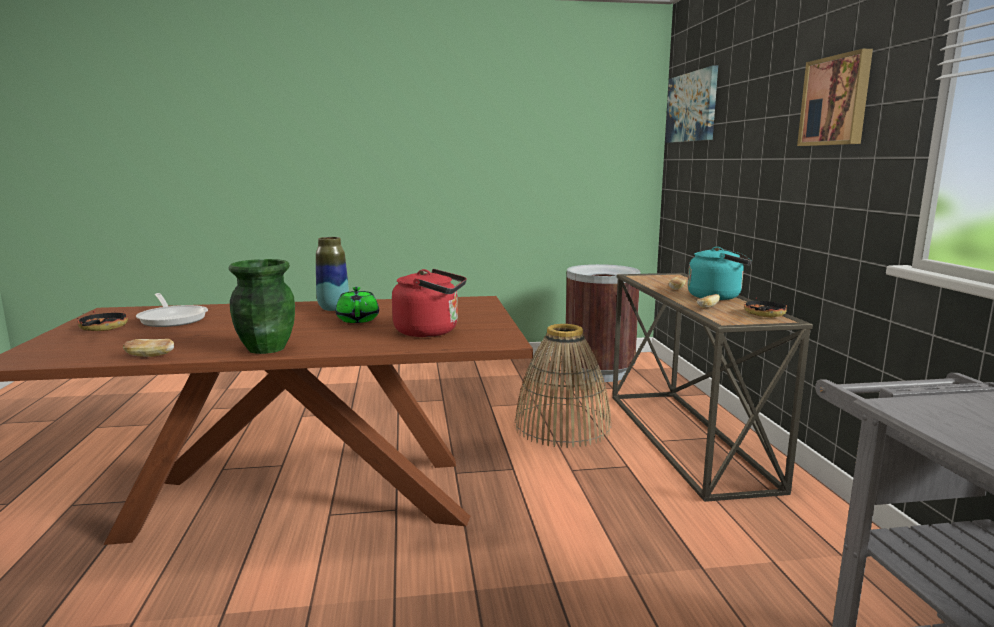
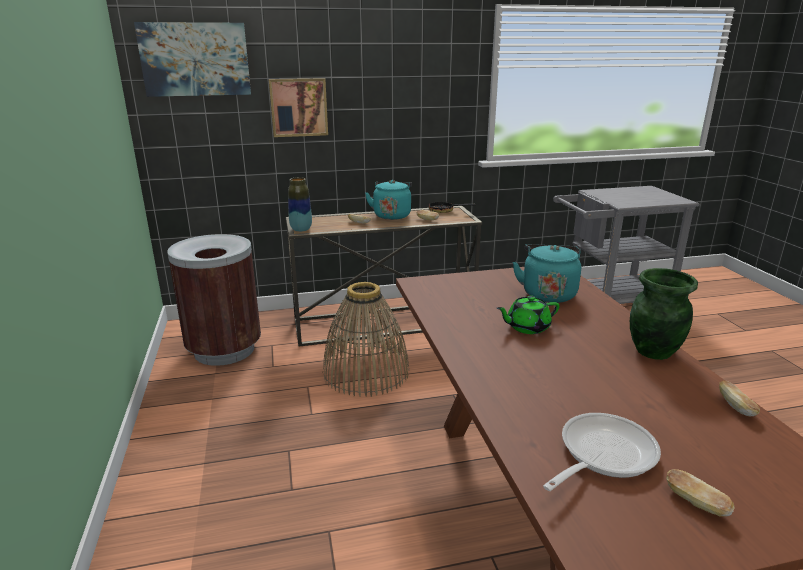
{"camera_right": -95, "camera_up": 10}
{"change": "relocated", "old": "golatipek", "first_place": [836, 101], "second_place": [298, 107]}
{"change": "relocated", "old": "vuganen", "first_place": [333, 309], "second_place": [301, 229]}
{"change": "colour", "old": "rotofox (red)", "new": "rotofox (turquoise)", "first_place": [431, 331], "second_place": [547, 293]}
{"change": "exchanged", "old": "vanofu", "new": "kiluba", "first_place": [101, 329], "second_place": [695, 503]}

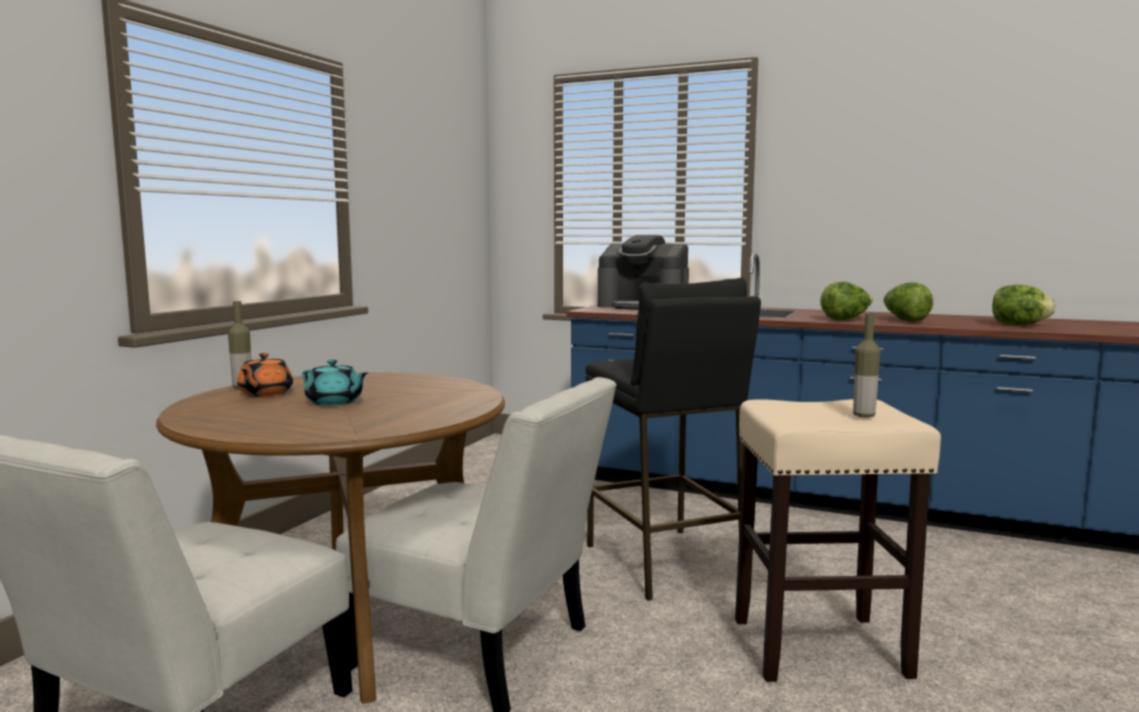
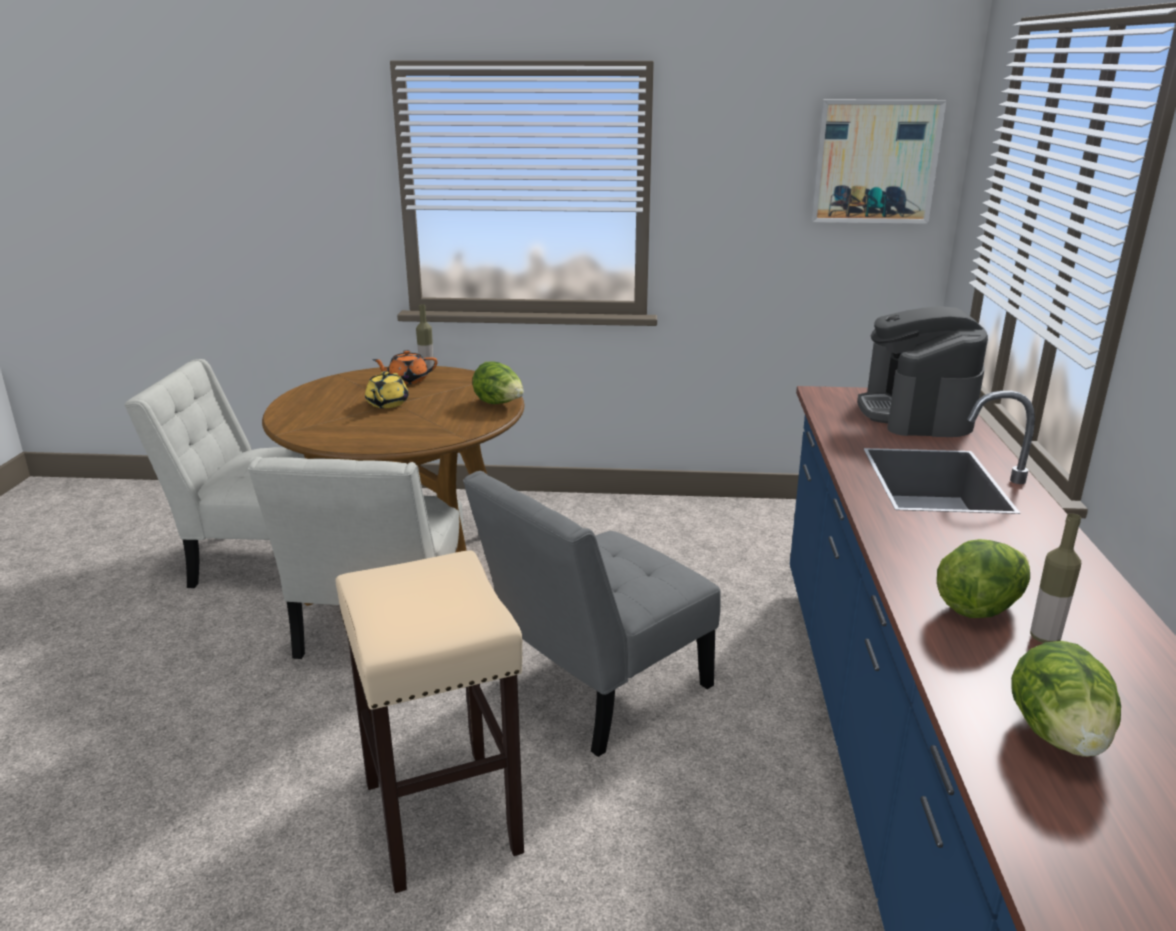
{"camera_right": 70, "camera_up": 15}
{"change": "exchanged", "old": "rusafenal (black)", "new": "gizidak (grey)", "first_place": [664, 563], "second_place": [595, 688]}
{"change": "relocated", "old": "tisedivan", "first_place": [845, 319], "second_place": [499, 404]}
{"change": "relocated", "old": "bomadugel", "first_place": [863, 416], "second_place": [1044, 637]}
{"change": "colour", "old": "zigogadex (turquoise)", "new": "zigogadex (yellow)", "first_place": [335, 402], "second_place": [387, 404]}
{"change": "appeared", "new": "golatipek", "second_place": [875, 162]}

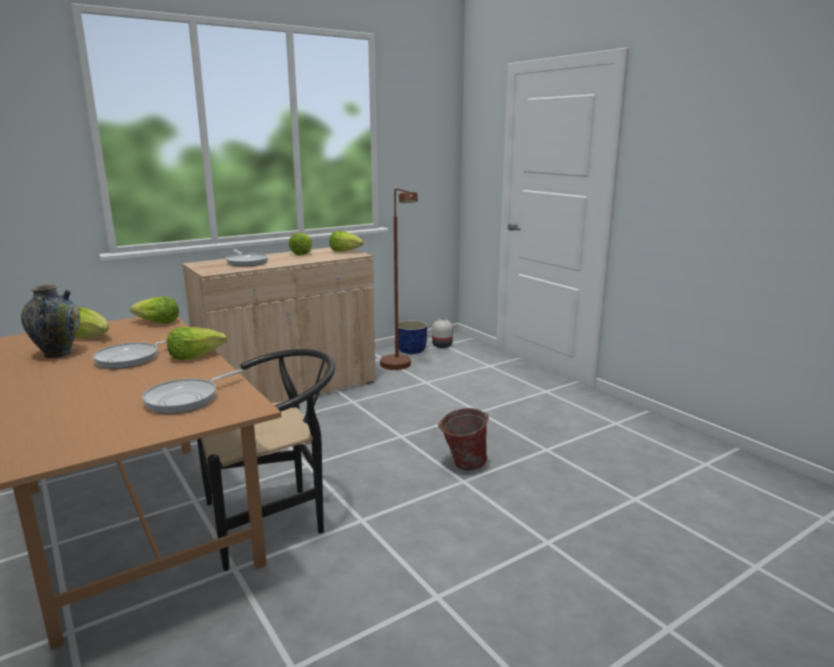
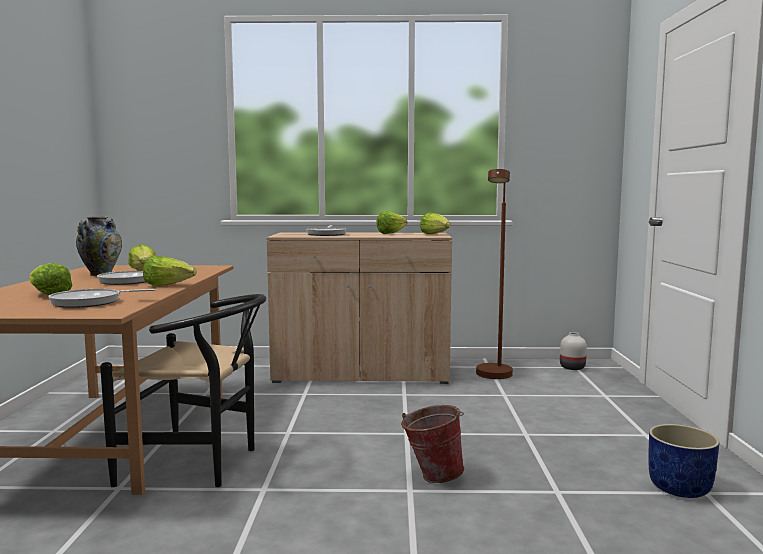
{"camera_right": 35, "camera_up": -10}
{"change": "relocated", "old": "tisedivan", "first_place": [157, 323], "second_place": [49, 294]}
{"change": "relocated", "old": "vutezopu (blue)", "first_place": [412, 350], "second_place": [680, 488]}

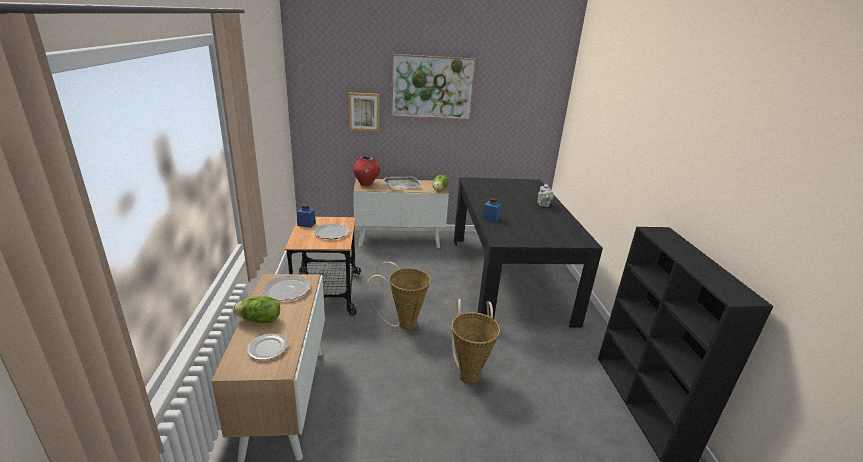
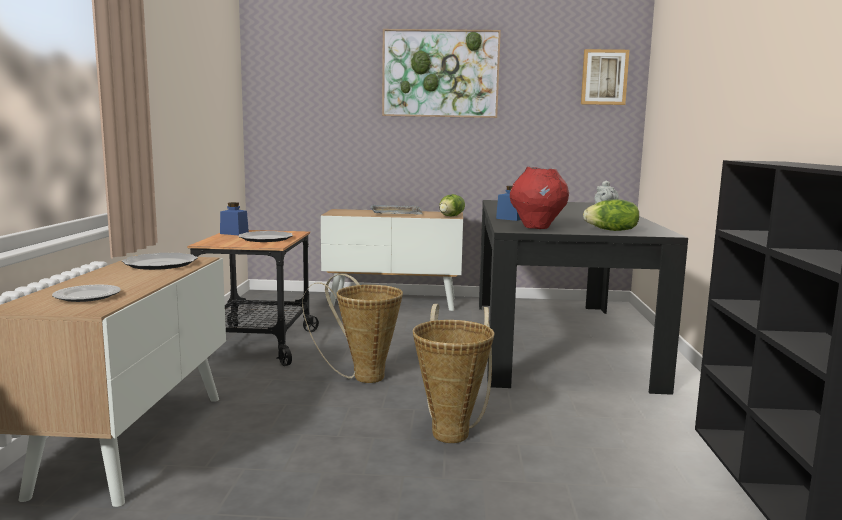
{"camera_right": 10, "camera_up": -15}
{"change": "relocated", "old": "golatipek", "first_place": [364, 111], "second_place": [604, 77]}
{"change": "relocated", "old": "vuganen (red)", "first_place": [366, 184], "second_place": [537, 227]}
{"change": "relocated", "old": "tisedivan", "first_place": [259, 320], "second_place": [612, 230]}

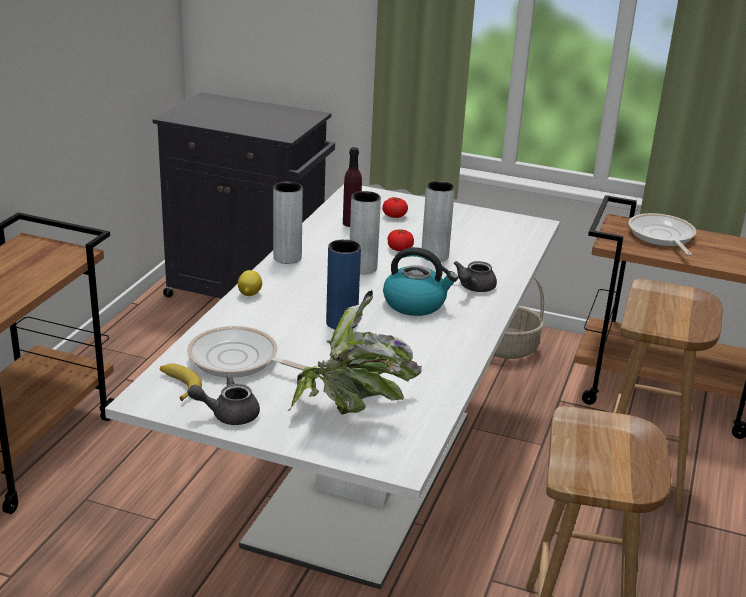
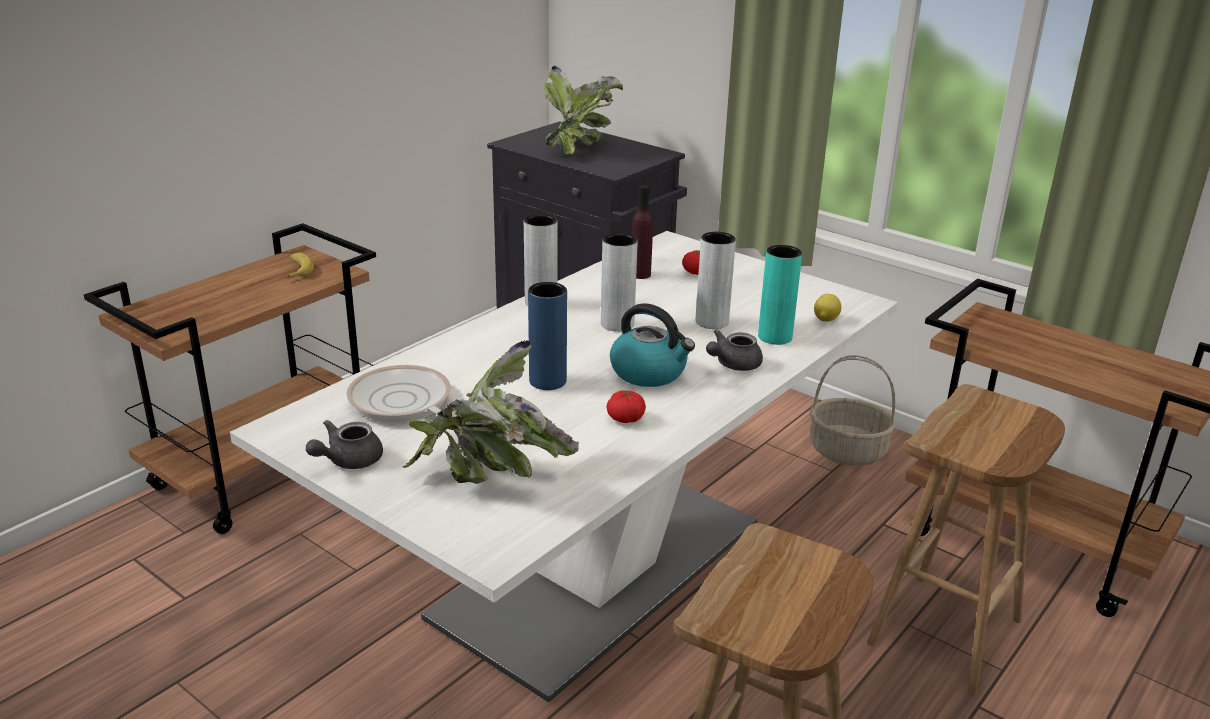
{"camera_right": 20, "camera_up": 0}
{"change": "missing", "old": "vanofu", "first_place": [661, 236]}
{"change": "relocated", "old": "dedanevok", "first_place": [400, 249], "second_place": [625, 419]}
{"change": "relocated", "old": "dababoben", "first_place": [249, 294], "second_place": [825, 320]}
{"change": "relocated", "old": "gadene", "first_place": [178, 385], "second_place": [298, 270]}
{"change": "spun", "old": "zigogadex (grey)", "first_place": [228, 414], "second_place": [347, 461], "degrees": -60}
{"change": "appeared", "new": "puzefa", "second_place": [579, 148]}
{"change": "appeared", "new": "vuganen (turquoise)", "second_place": [775, 337]}

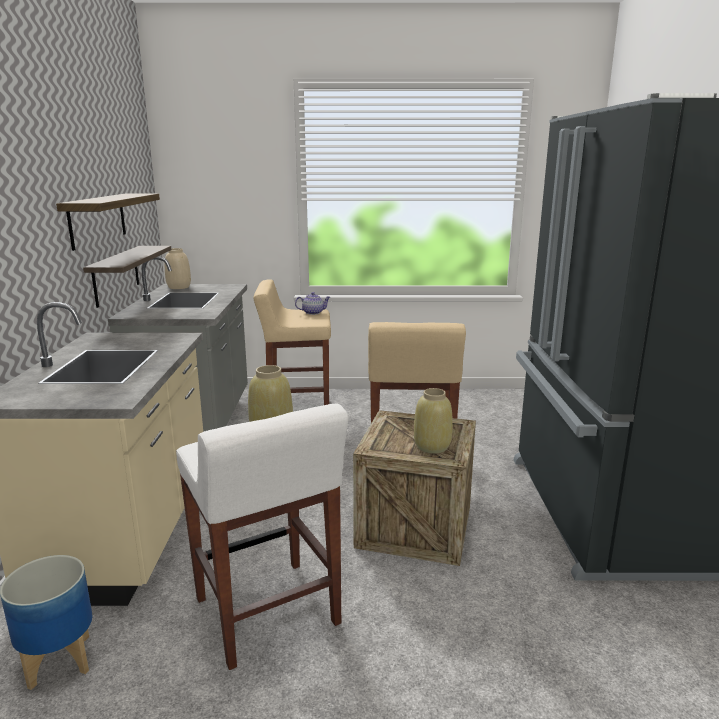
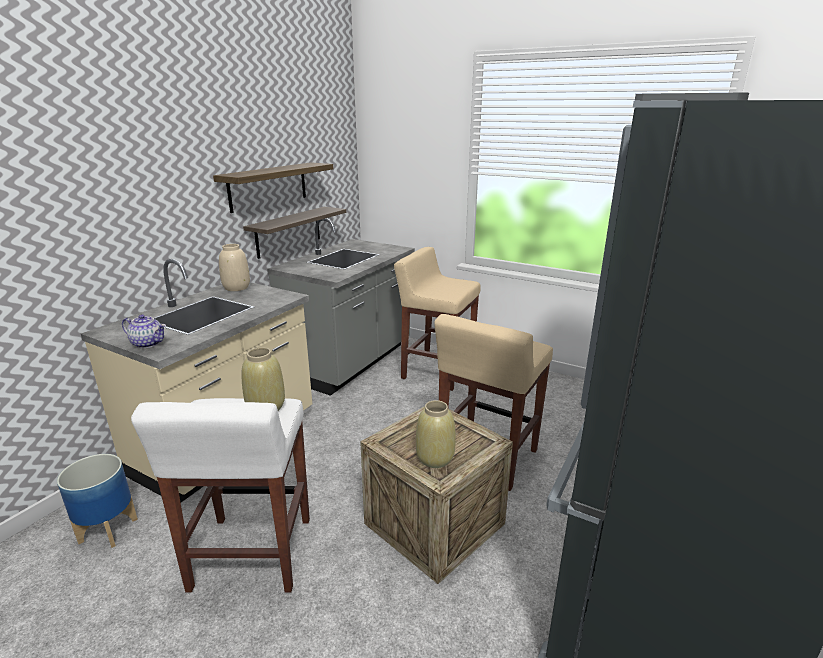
{"camera_right": 30, "camera_up": 5}
{"change": "relocated", "old": "vuganen (beige)", "first_place": [178, 287], "second_place": [236, 288]}
{"change": "relocated", "old": "zigogadex", "first_place": [313, 312], "second_place": [148, 343]}

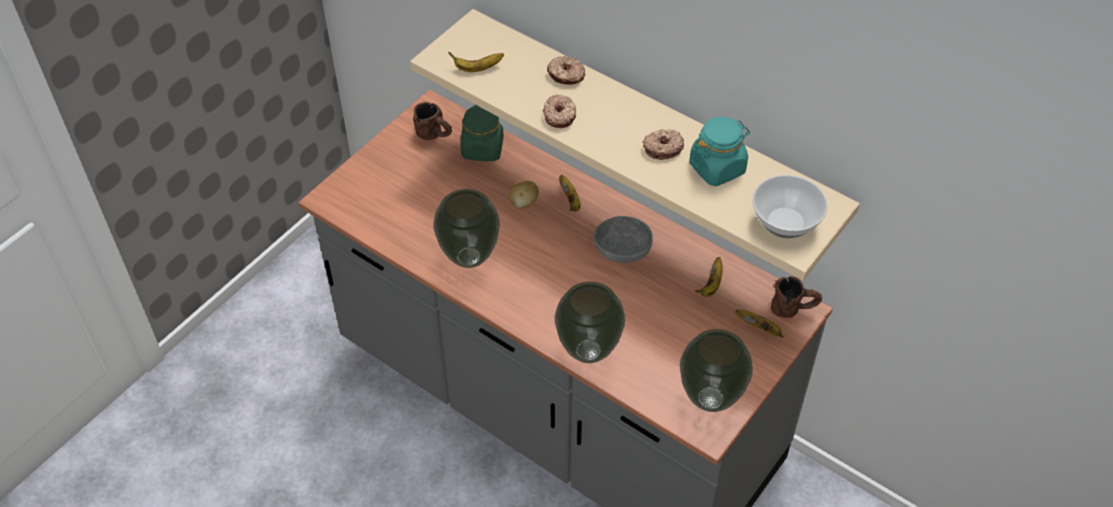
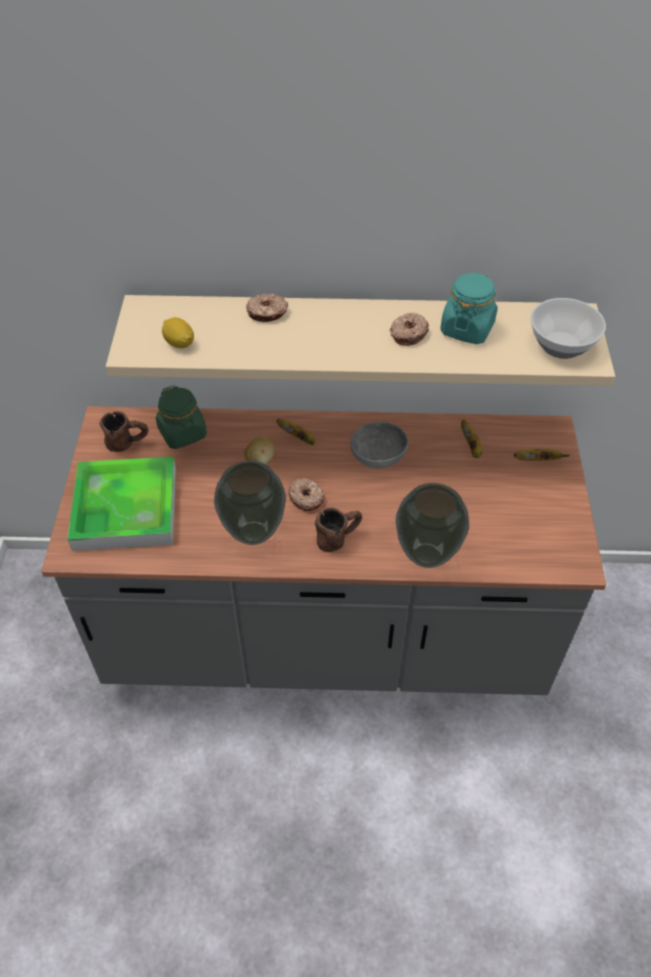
{"camera_right": -35, "camera_up": 0}
{"change": "exchanged", "old": "gadene", "new": "dababoben", "first_place": [477, 68], "second_place": [179, 343]}
{"change": "relocated", "old": "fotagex", "first_place": [560, 116], "second_place": [306, 498]}
{"change": "relocated", "old": "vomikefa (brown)", "first_place": [794, 309], "second_place": [339, 537]}
{"change": "missing", "old": "vuganen", "first_place": [711, 398]}
{"change": "appeared", "new": "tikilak", "second_place": [126, 508]}

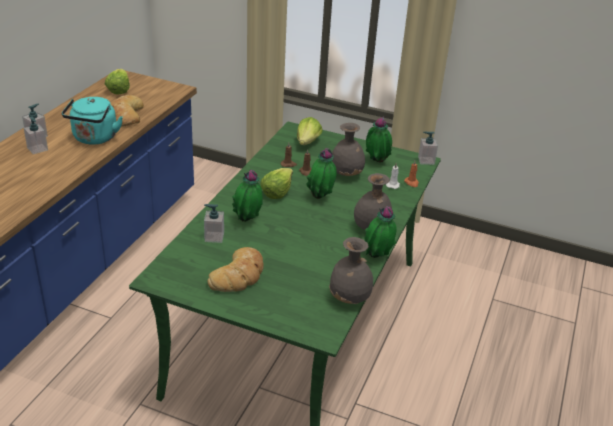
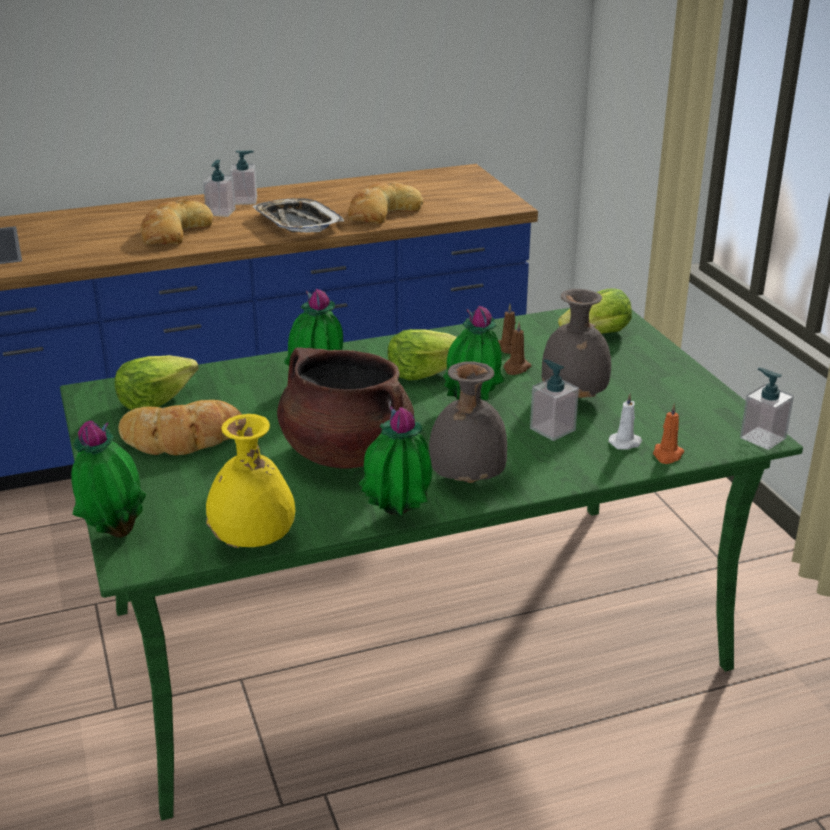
{"camera_right": 50, "camera_up": -5}
{"change": "relocated", "old": "tisedivan", "first_place": [118, 90], "second_place": [155, 400]}
{"change": "exchanged", "old": "rotofox (turquoise)", "new": "tikilak", "first_place": [94, 139], "second_place": [297, 223]}
{"change": "relocated", "old": "puzefa", "first_place": [376, 162], "second_place": [114, 533]}
{"change": "relocated", "old": "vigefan", "first_place": [214, 237], "second_place": [552, 429]}
{"change": "colour", "old": "vuganen (grey)", "new": "vuganen (yellow)", "first_place": [350, 299], "second_place": [253, 542]}
{"change": "appeared", "new": "kiluba", "second_place": [173, 232]}
{"change": "appeared", "new": "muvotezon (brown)", "second_place": [345, 453]}

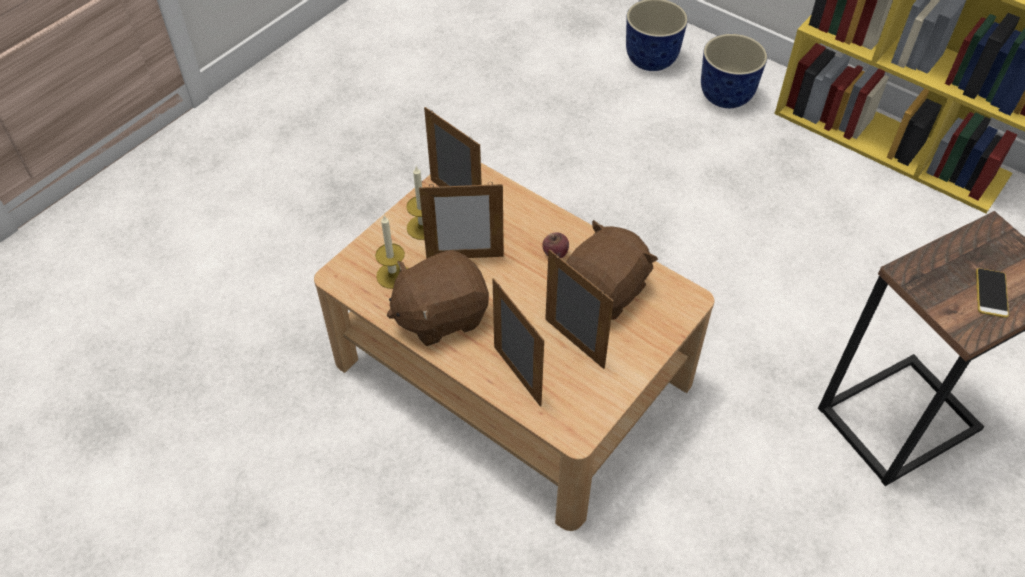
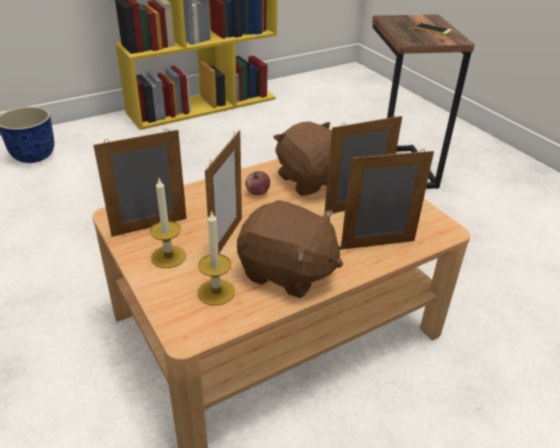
{"camera_right": -70, "camera_up": -15}
{"change": "missing", "old": "vutezopu", "first_place": [726, 96]}
{"change": "spun", "old": "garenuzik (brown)", "first_place": [440, 315], "second_place": [287, 272], "degrees": -60}

